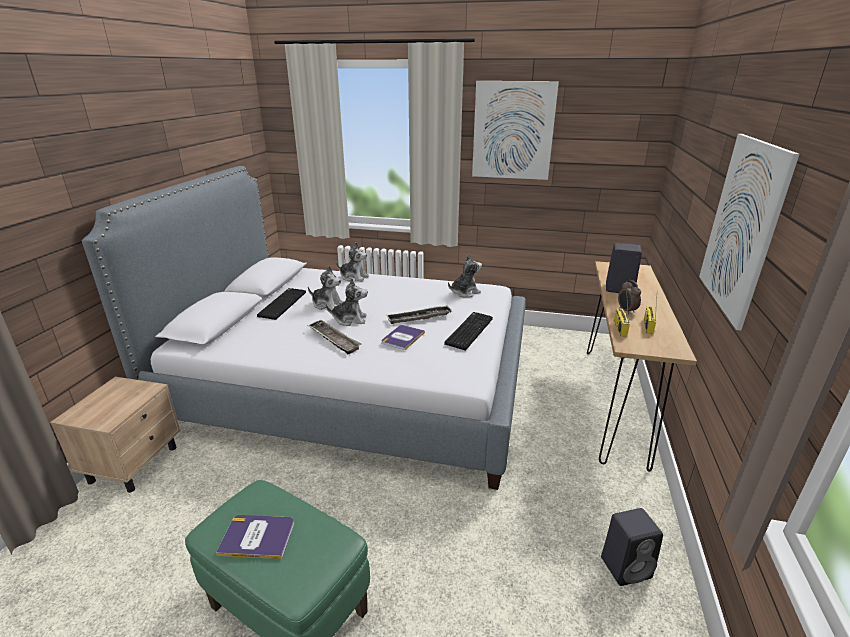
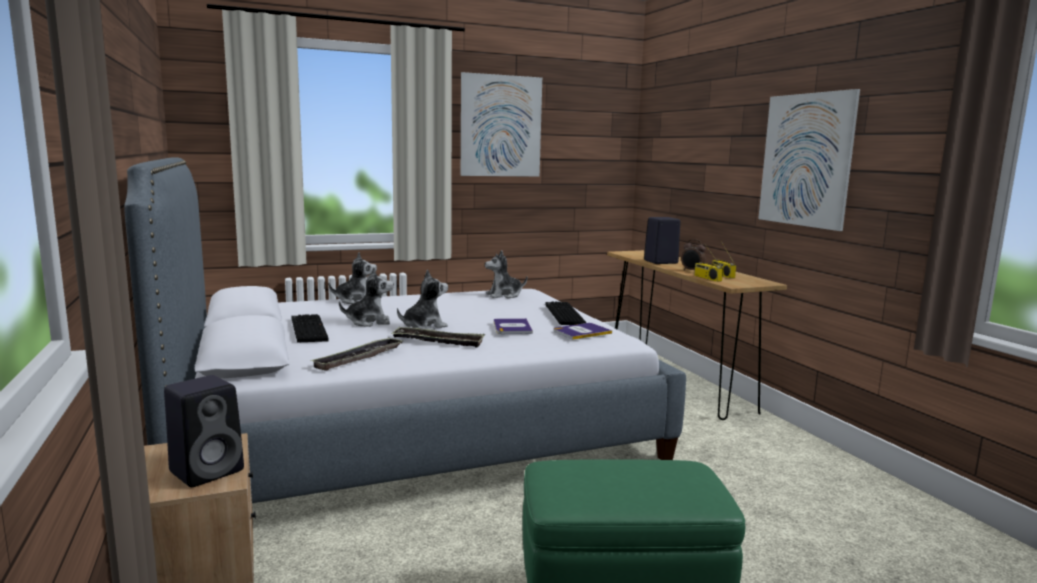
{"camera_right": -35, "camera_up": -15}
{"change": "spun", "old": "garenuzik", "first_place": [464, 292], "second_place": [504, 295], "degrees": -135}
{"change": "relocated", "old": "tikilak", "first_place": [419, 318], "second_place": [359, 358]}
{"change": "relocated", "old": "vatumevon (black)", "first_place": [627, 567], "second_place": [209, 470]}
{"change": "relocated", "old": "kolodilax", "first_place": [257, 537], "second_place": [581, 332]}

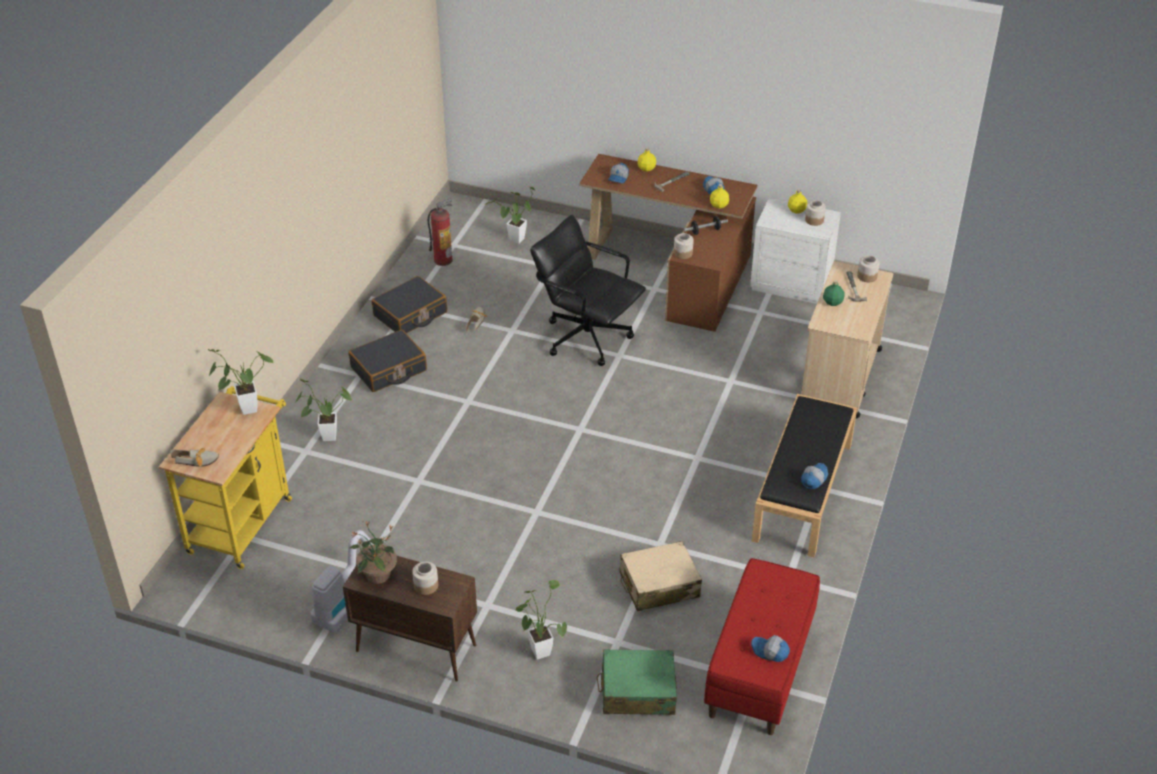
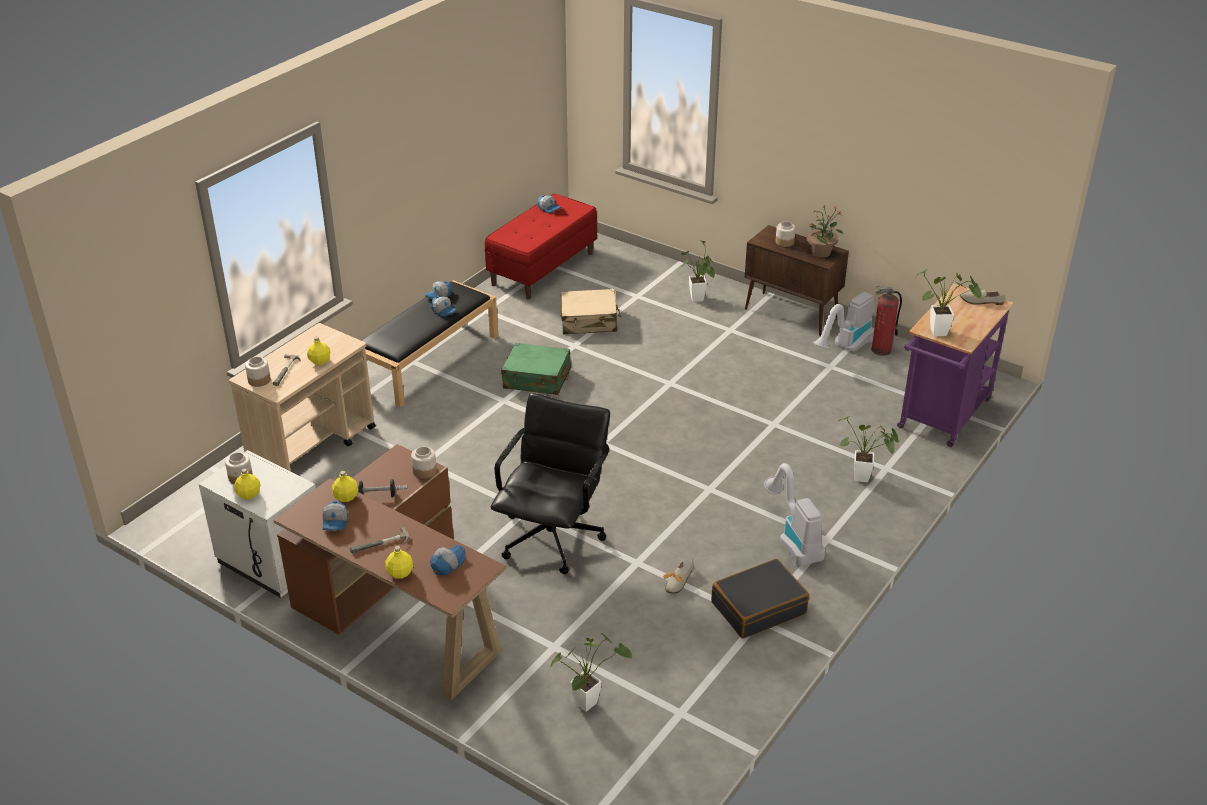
{"camera_right": -165, "camera_up": -5}
{"change": "relocated", "old": "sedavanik", "first_place": [443, 260], "second_place": [881, 350]}
{"change": "spun", "old": "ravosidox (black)", "first_place": [587, 337], "second_place": [553, 538], "degrees": -120}
{"change": "colour", "old": "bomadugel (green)", "new": "bomadugel (yellow)", "first_place": [832, 302], "second_place": [319, 361]}
{"change": "exchanged", "old": "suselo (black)", "new": "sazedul", "first_place": [388, 369], "second_place": [792, 539]}
{"change": "colour", "old": "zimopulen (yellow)", "new": "zimopulen (purple)", "first_place": [243, 520], "second_place": [941, 418]}
{"change": "relocated", "old": "suselo (green)", "first_place": [637, 691], "second_place": [537, 379]}
{"change": "appeared", "new": "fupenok", "second_place": [444, 311]}

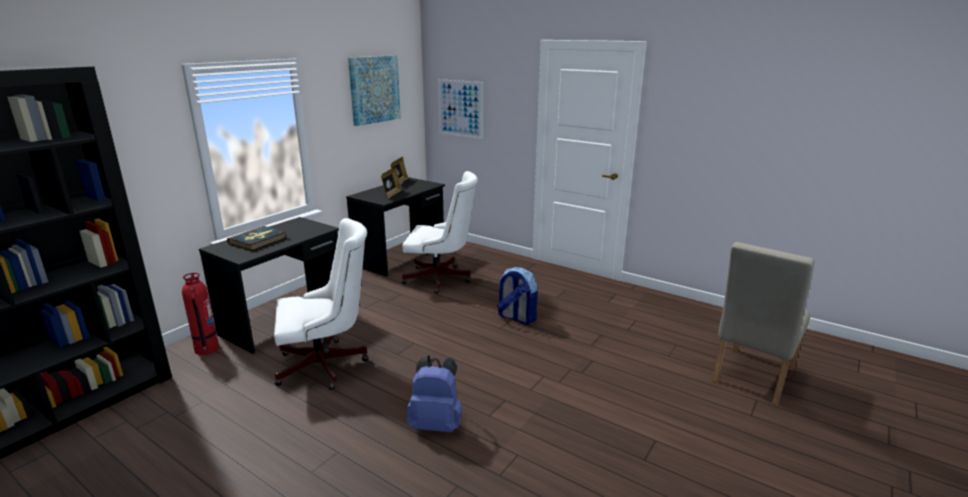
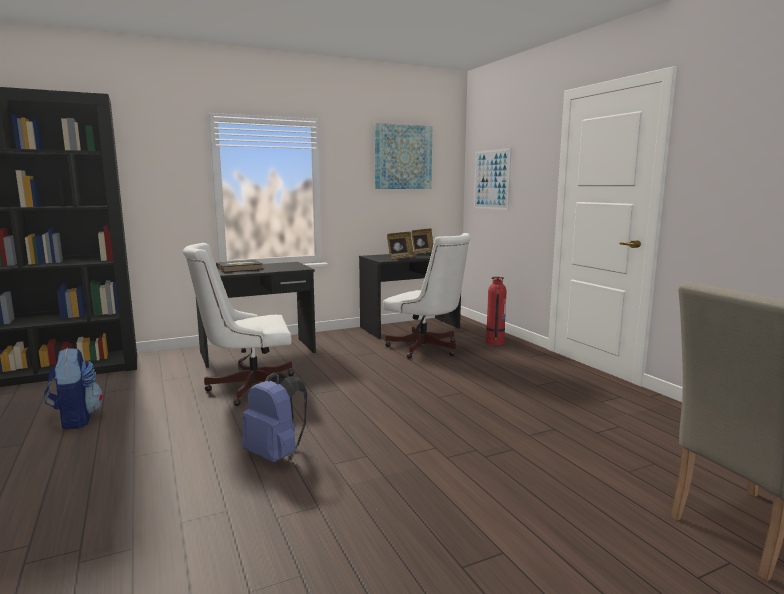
{"camera_right": 30, "camera_up": -10}
{"change": "spun", "old": "ravosidox (white)", "first_place": [327, 365], "second_place": [247, 388], "degrees": 150}
{"change": "relocated", "old": "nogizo", "first_place": [516, 317], "second_place": [76, 419]}
{"change": "relocated", "old": "sedavanik", "first_place": [206, 349], "second_place": [494, 342]}

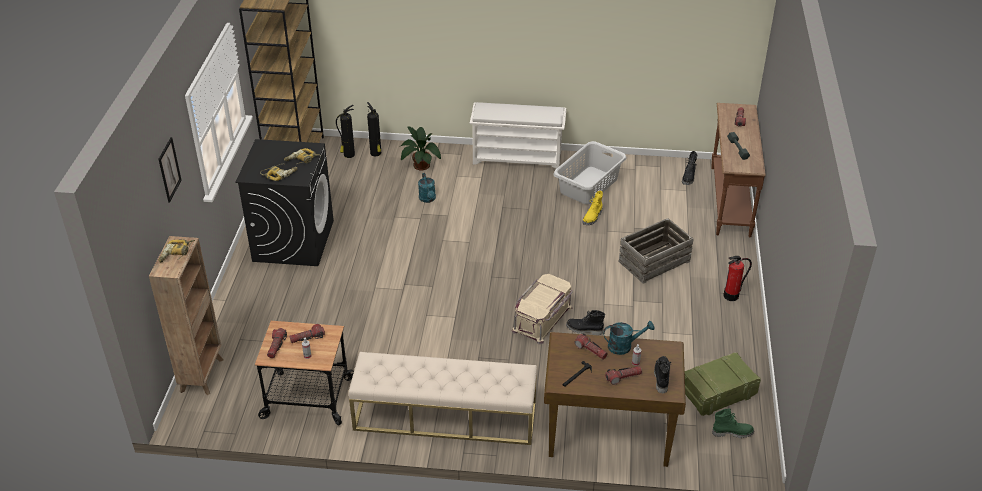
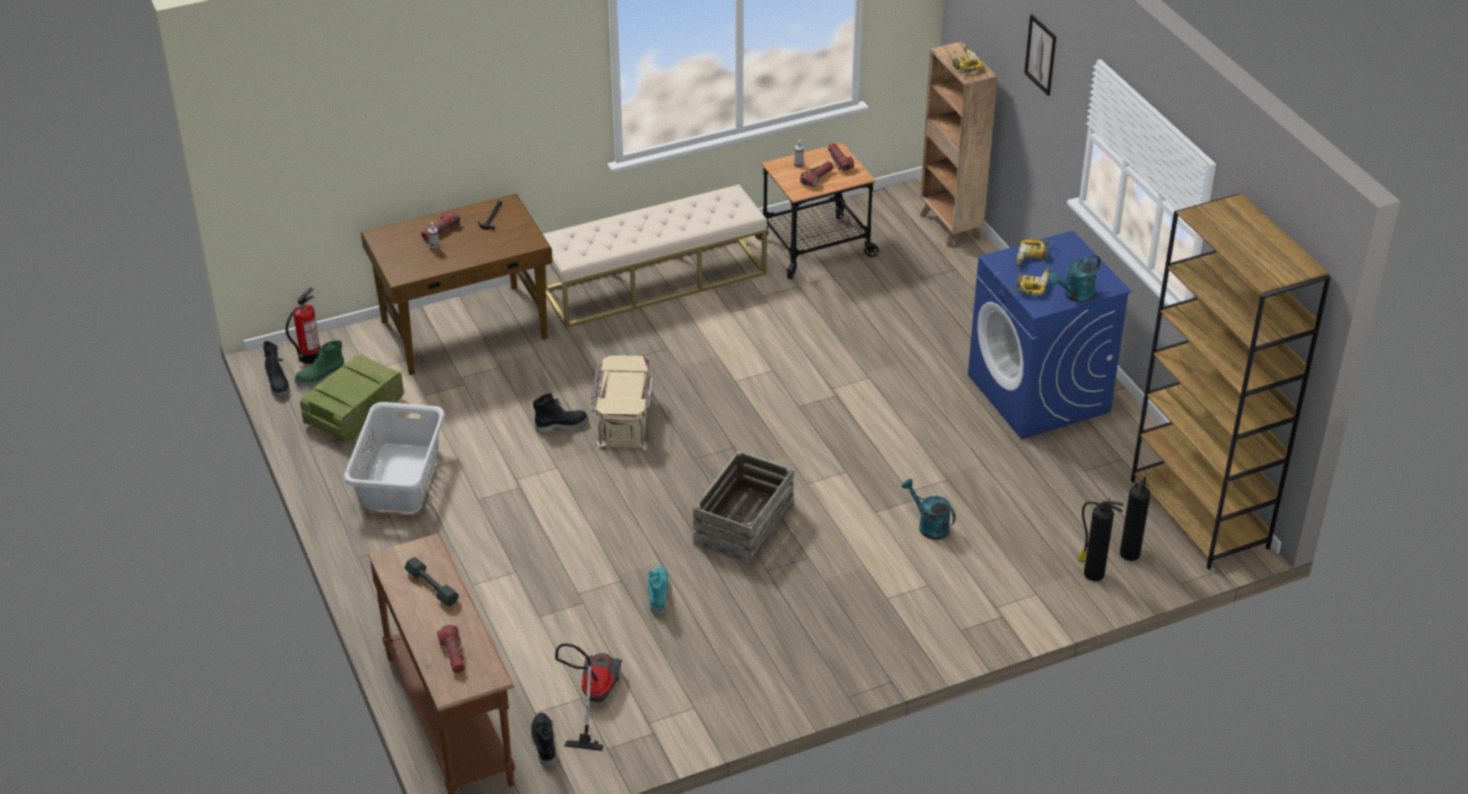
{"camera_right": 150, "camera_up": 0}
{"change": "missing", "old": "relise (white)", "first_place": [518, 158]}
{"change": "missing", "old": "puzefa", "first_place": [420, 165]}
{"change": "colour", "old": "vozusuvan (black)", "new": "vozusuvan (blue)", "first_place": [293, 240], "second_place": [1039, 394]}
{"change": "relocated", "old": "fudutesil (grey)", "first_place": [589, 185], "second_place": [398, 478]}
{"change": "colour", "old": "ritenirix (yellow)", "new": "ritenirix (turquoise)", "first_place": [593, 218], "second_place": [657, 595]}
{"change": "relocated", "old": "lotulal", "first_place": [654, 262], "second_place": [743, 524]}
{"change": "relocated", "old": "sedavanik", "first_place": [731, 296], "second_place": [310, 357]}
{"change": "relocated", "old": "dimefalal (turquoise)", "first_place": [624, 346], "second_place": [1075, 296]}
{"change": "missing", "old": "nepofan", "first_place": [590, 350]}
{"change": "relocated", "old": "ritenirix (black)", "first_place": [661, 377], "second_place": [278, 384]}
{"change": "appeared", "new": "sazedul", "second_place": [592, 699]}

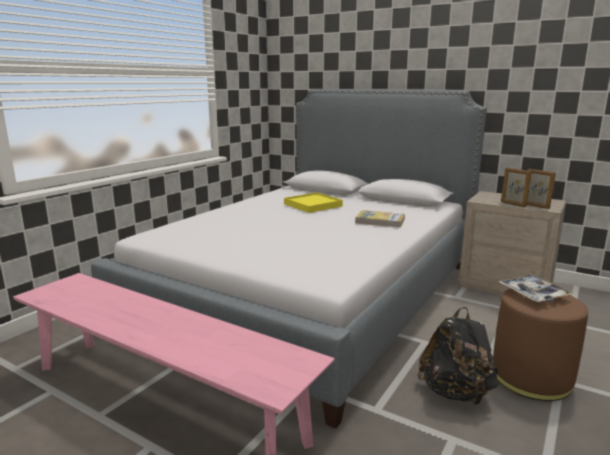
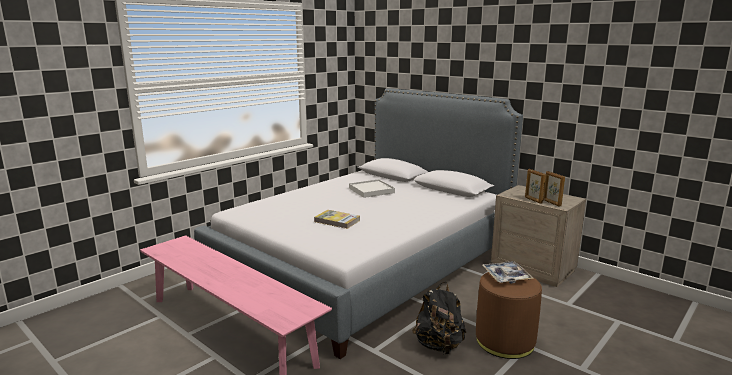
{"camera_right": 10, "camera_up": 0}
{"change": "colour", "old": "tikilak (yellow)", "new": "tikilak (white)", "first_place": [312, 205], "second_place": [371, 190]}
{"change": "relocated", "old": "kolodilax", "first_place": [380, 221], "second_place": [337, 221]}

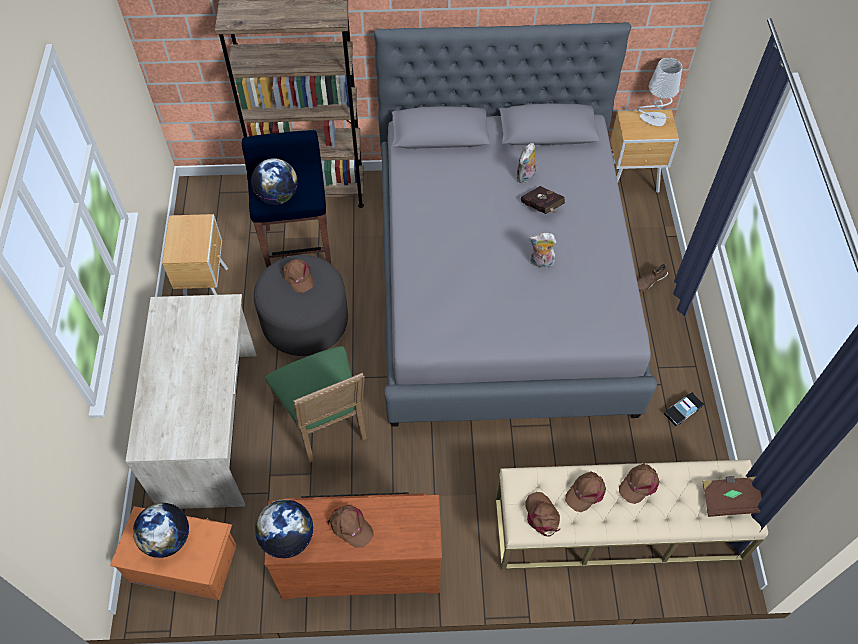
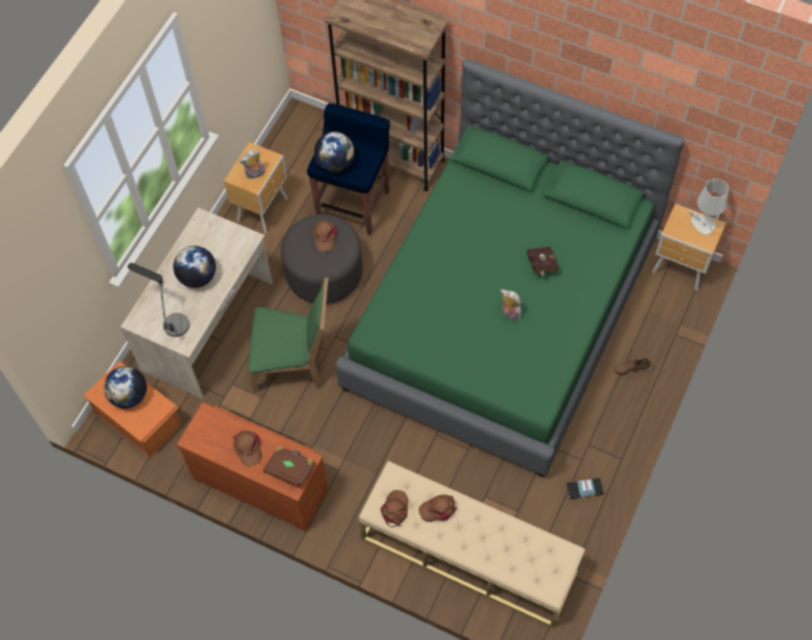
{"camera_right": 30, "camera_up": 5}
{"change": "colour", "old": "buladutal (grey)", "new": "buladutal (green)", "first_place": [502, 285], "second_place": [501, 314]}
{"change": "relocated", "old": "garenuzik", "first_place": [526, 177], "second_place": [255, 174]}
{"change": "spun", "old": "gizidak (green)", "first_place": [326, 423], "second_place": [294, 364], "degrees": -90}
{"change": "missing", "old": "fupenok (brown)", "first_place": [639, 484]}
{"change": "relocated", "old": "kolodilax (brown)", "first_place": [729, 500], "second_place": [290, 469]}
{"change": "relocated", "old": "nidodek", "first_place": [288, 538], "second_place": [198, 276]}
{"change": "appeared", "new": "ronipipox", "second_place": [170, 321]}

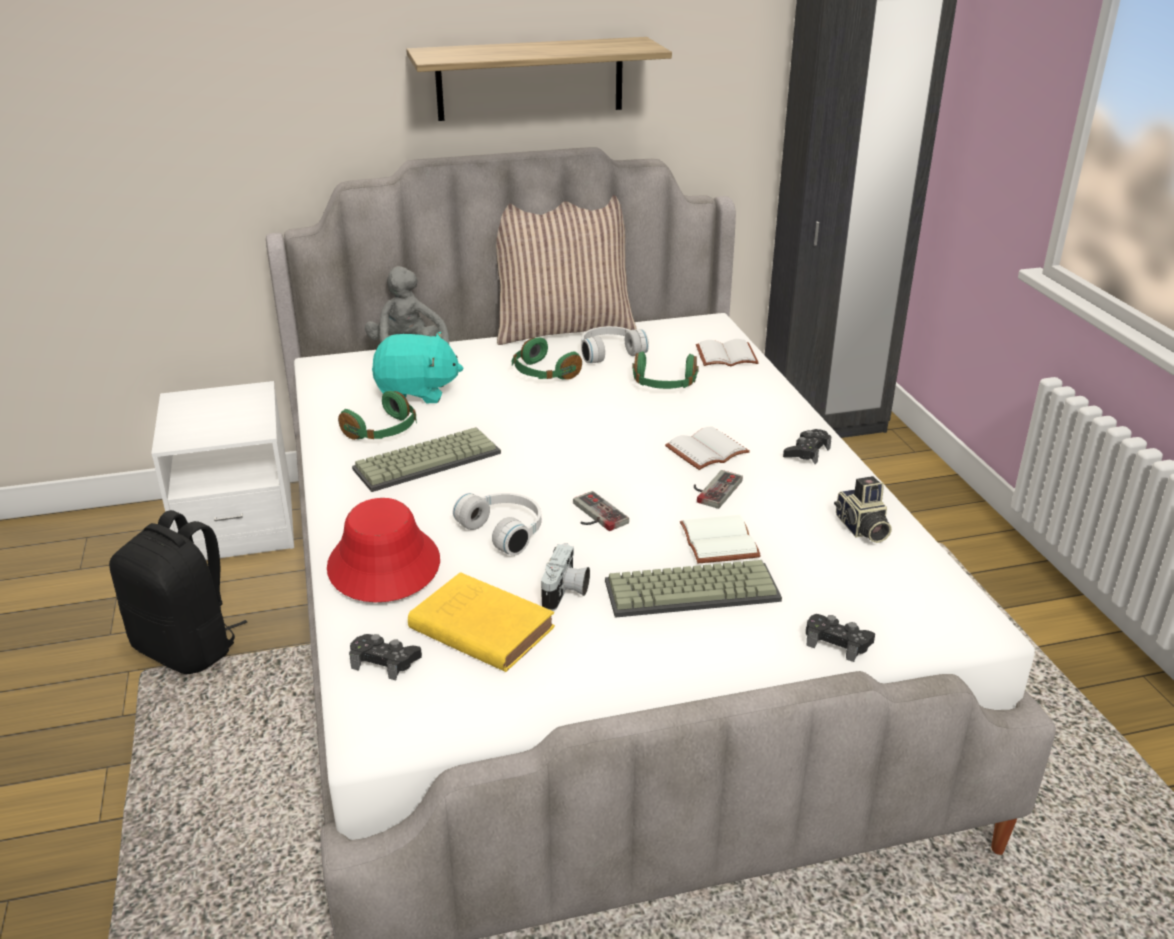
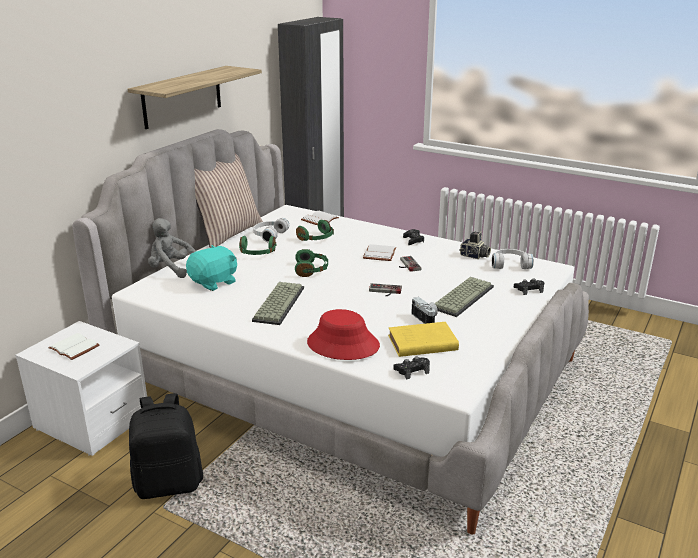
{"camera_right": -45, "camera_up": -5}
{"change": "relocated", "old": "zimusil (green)", "first_place": [383, 431], "second_place": [311, 270]}
{"change": "relocated", "old": "zimusil (white)", "first_place": [505, 530], "second_place": [510, 264]}
{"change": "relocated", "old": "kolodilax (white)", "first_place": [721, 542], "second_place": [75, 347]}

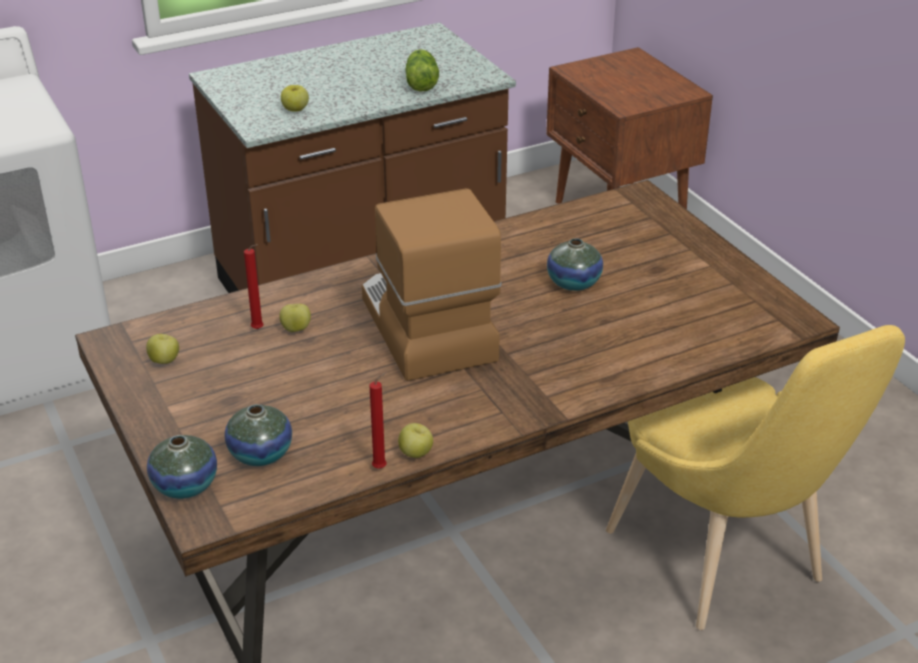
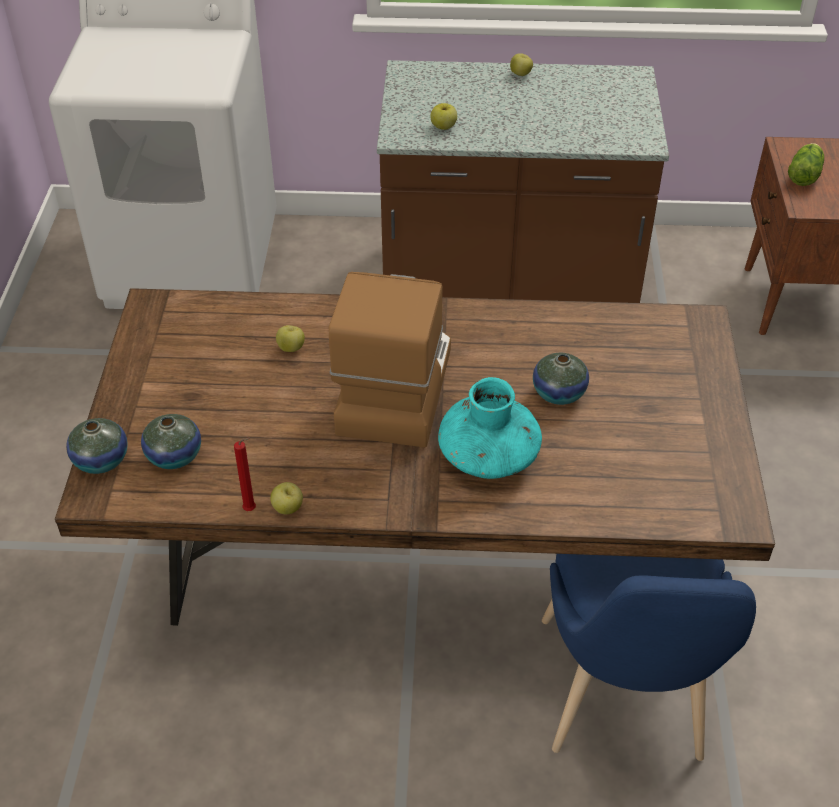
{"camera_right": 30, "camera_up": 10}
{"change": "relocated", "old": "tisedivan", "first_place": [421, 82], "second_place": [804, 174]}
{"change": "missing", "old": "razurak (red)", "first_place": [259, 330]}
{"change": "colour", "old": "gizidak (yellow)", "new": "gizidak (blue)", "first_place": [723, 564], "second_place": [623, 700]}
{"change": "relocated", "old": "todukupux", "first_place": [164, 361], "second_place": [520, 74]}
{"change": "appeared", "new": "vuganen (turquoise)", "second_place": [488, 455]}

